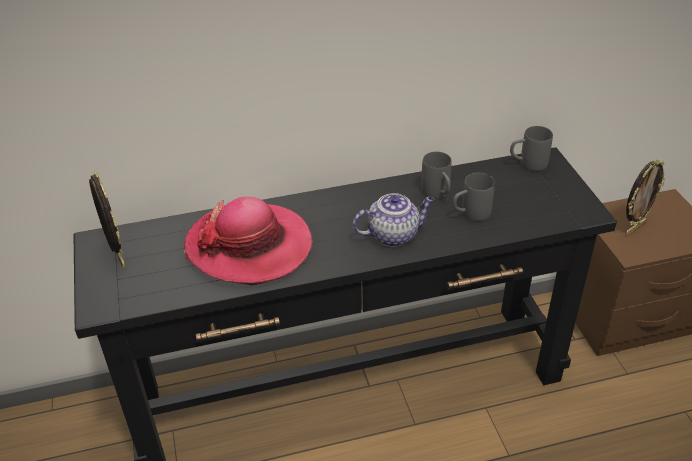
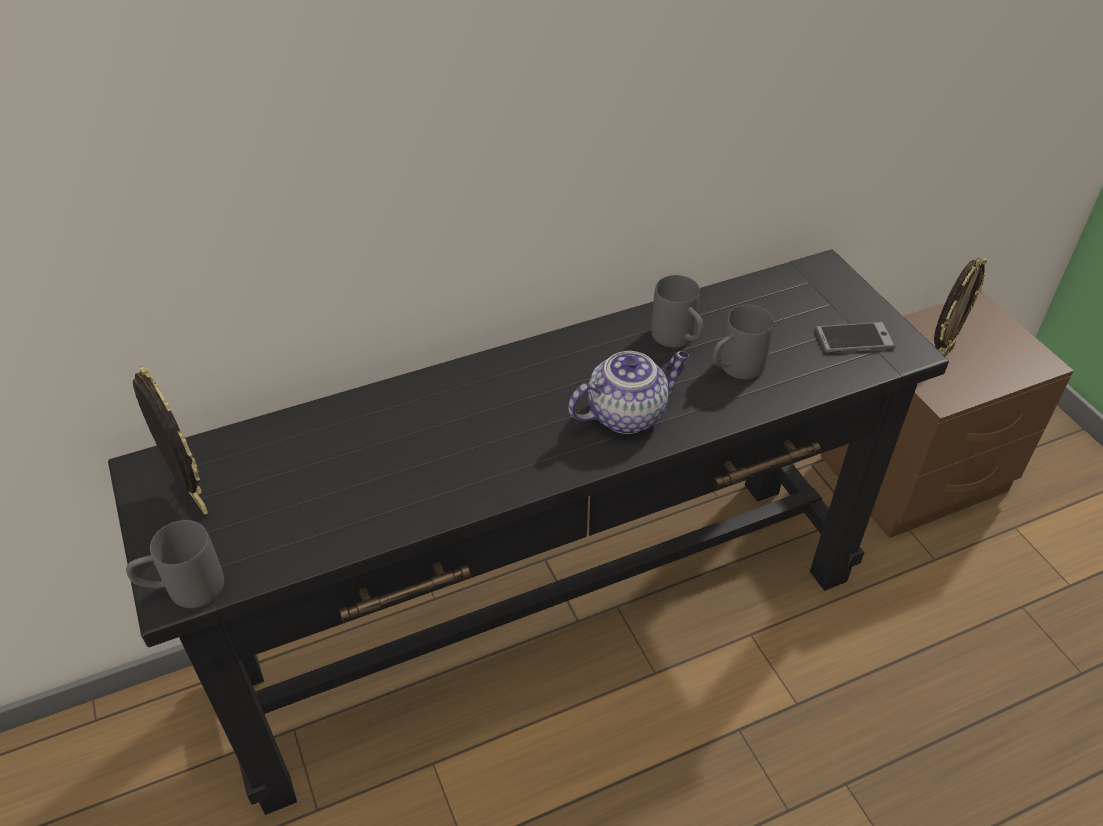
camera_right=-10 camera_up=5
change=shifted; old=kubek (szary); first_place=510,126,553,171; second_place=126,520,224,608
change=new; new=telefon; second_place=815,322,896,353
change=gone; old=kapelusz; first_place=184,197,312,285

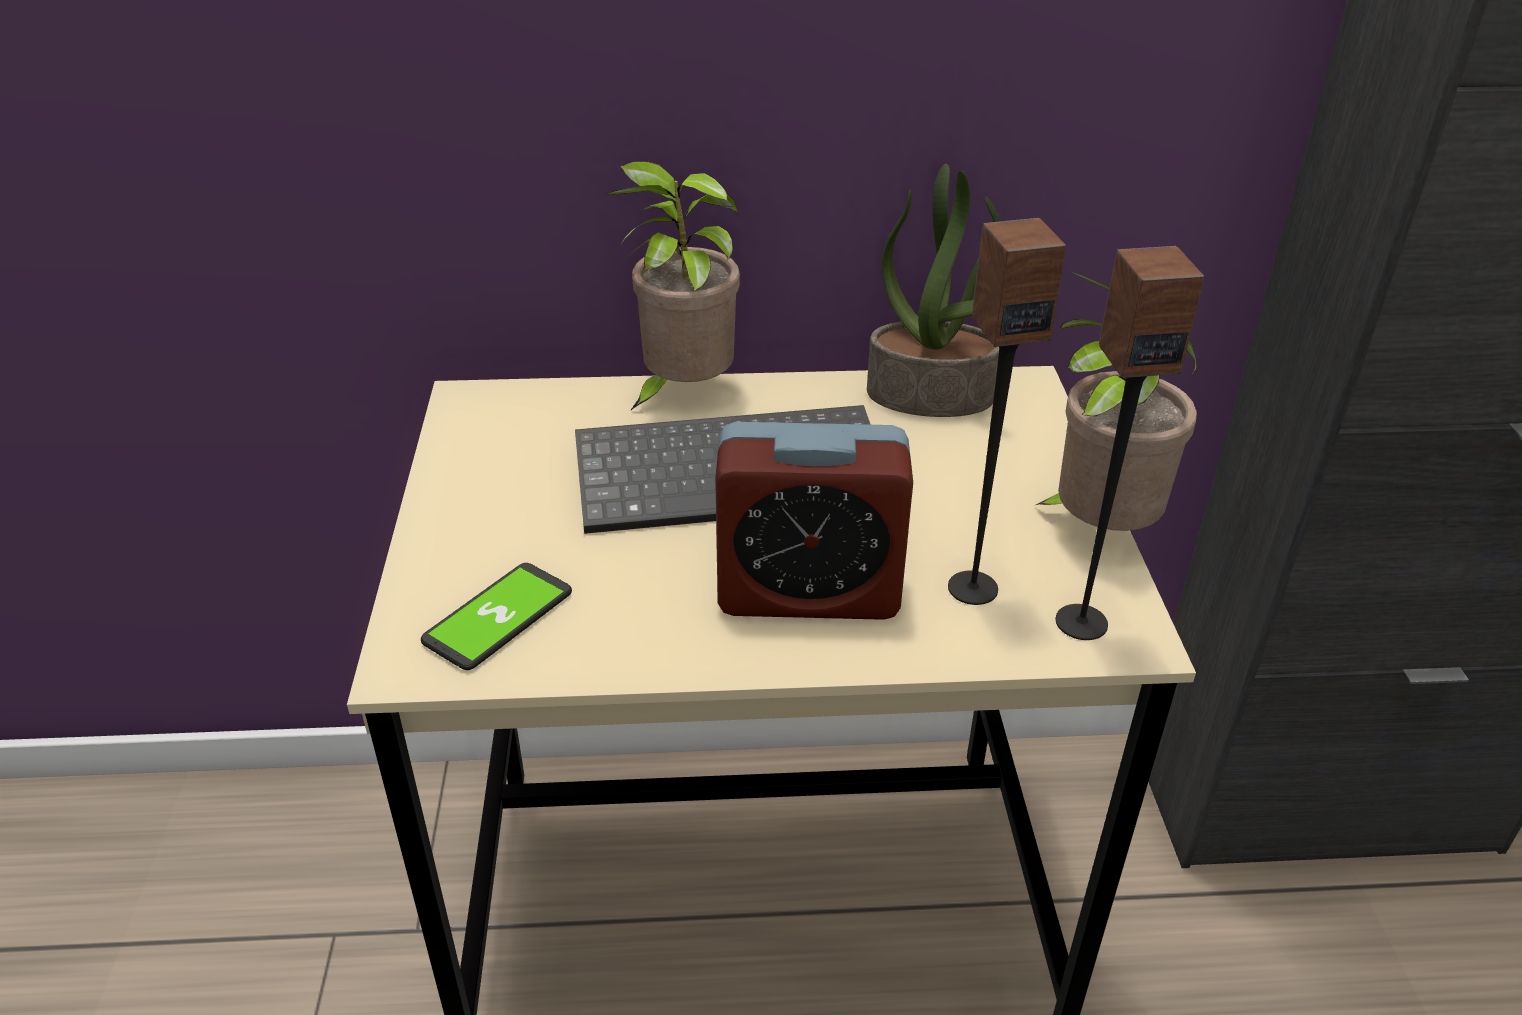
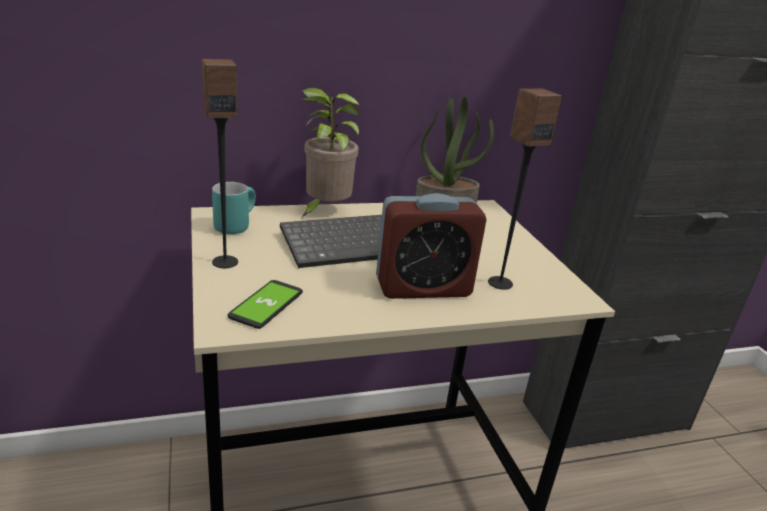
camera_right=-15 camera_up=-10
change=shifted; old=głośnik; first_place=1056,246,1204,640; second_place=202,59,238,268
change=new; new=kubek (turkusowy); second_place=212,182,256,234
change=gone; old=roślina doniczkowa; first_place=1036,271,1197,531

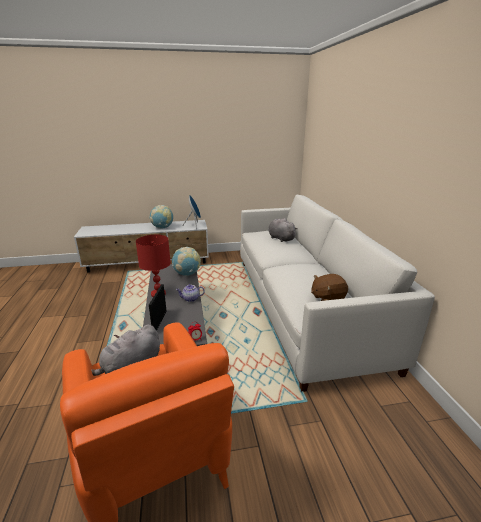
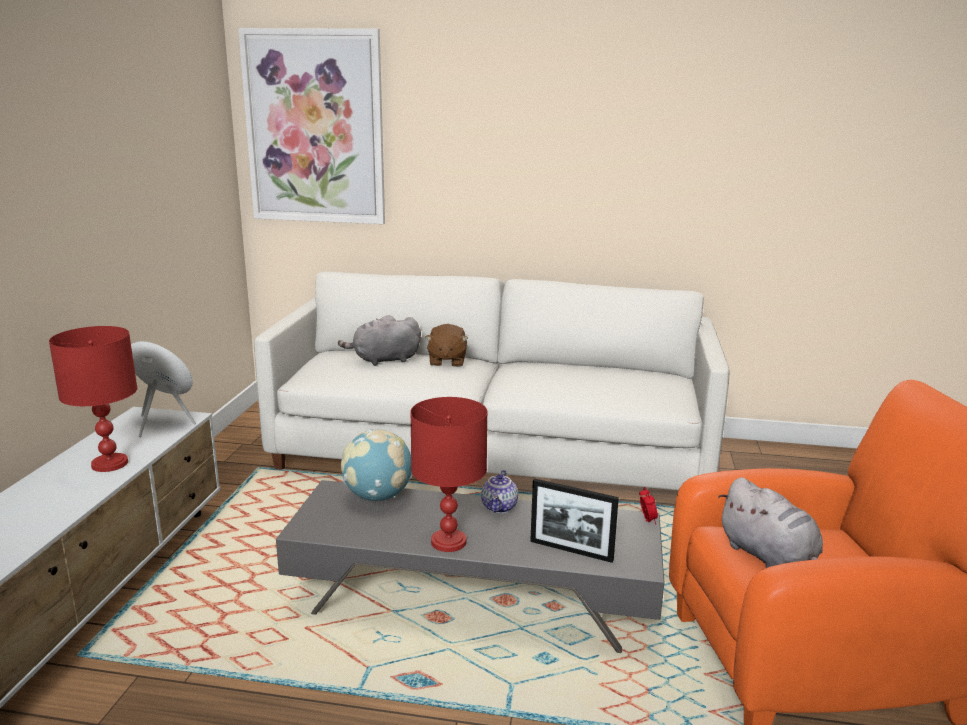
camera_right=-70 camera_up=-5
change=swapped; old=globus; new=lampa stołowa (czerwony); first_place=149,205,173,229; second_place=49,326,137,472
change=new; new=obraz; second_place=238,28,385,224
change=shifted; old=pluszak (brązowy); first_place=311,274,348,301; second_place=425,324,468,367

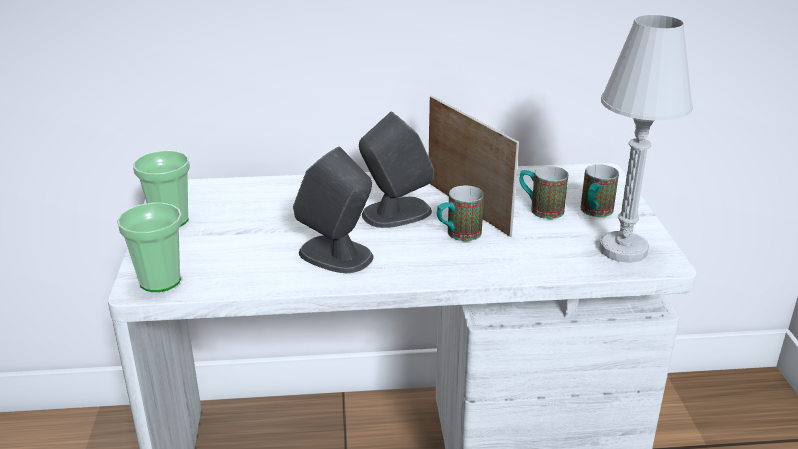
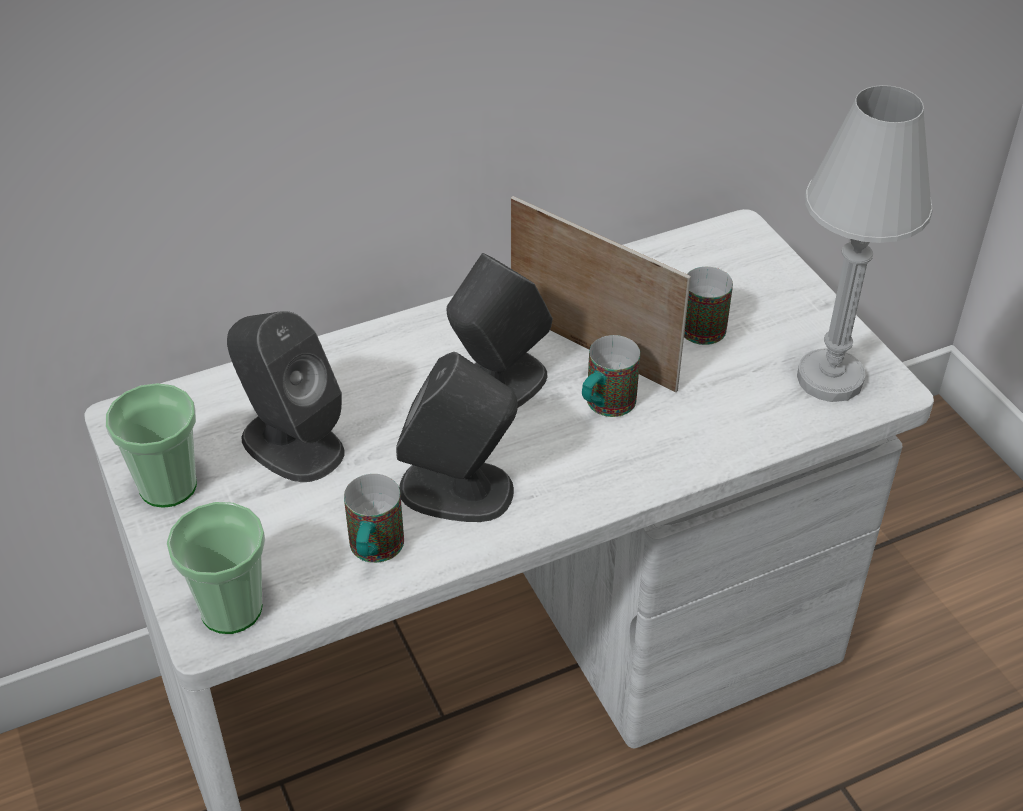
camera_right=-20 camera_up=15
change=new; new=głośnik (szary); second_place=227,311,345,482
change=shifted; old=kubek; first_place=581,164,619,217; second_place=344,474,404,563

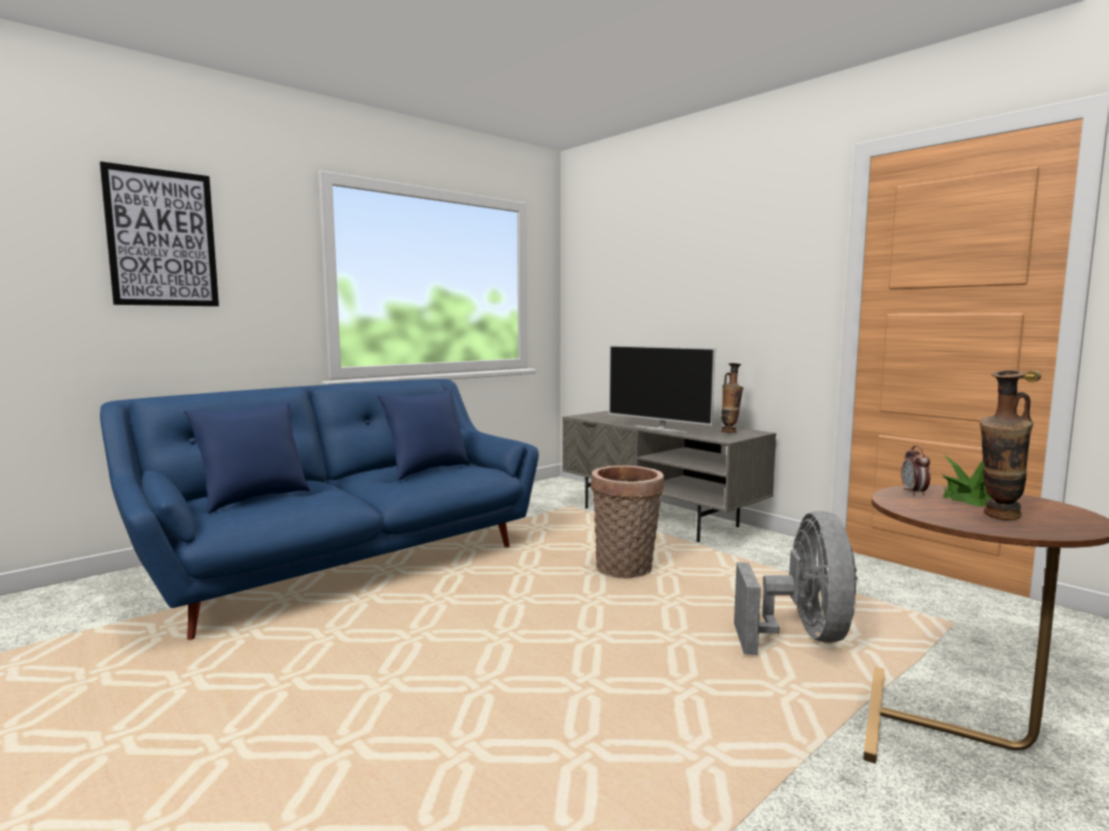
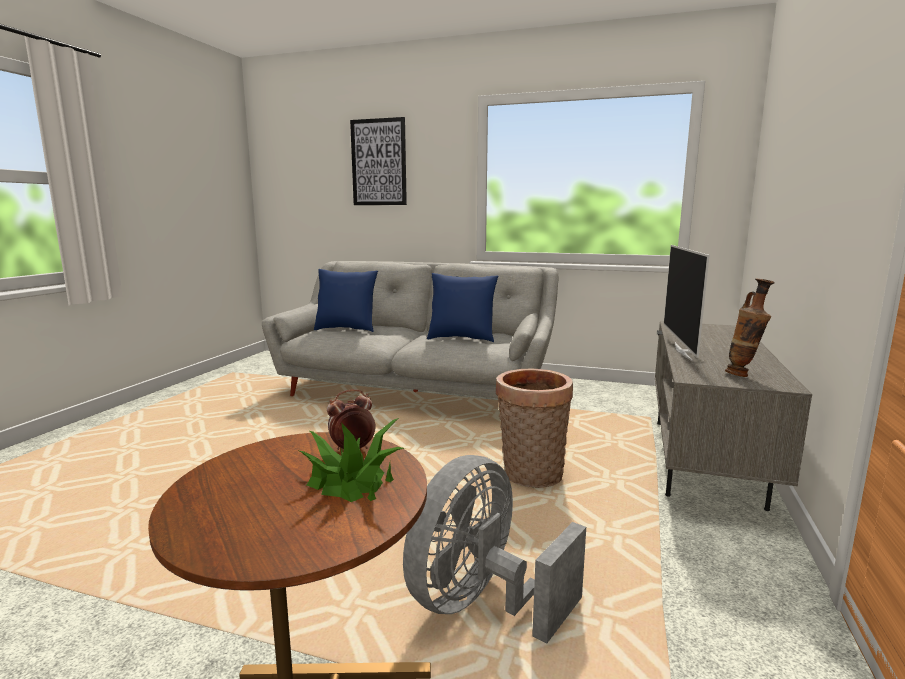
camera_right=60 camera_up=5
change=repainted; old=kanapa (niebieski); new=kanapa (szary); first_place=100,379,539,640; second_place=262,261,558,398
change=rotated; old=wentylator (szary); first_place=734,511,858,655; second_place=403,455,586,644; degrees=150
change=gone; old=wazon; first_place=980,370,1034,520

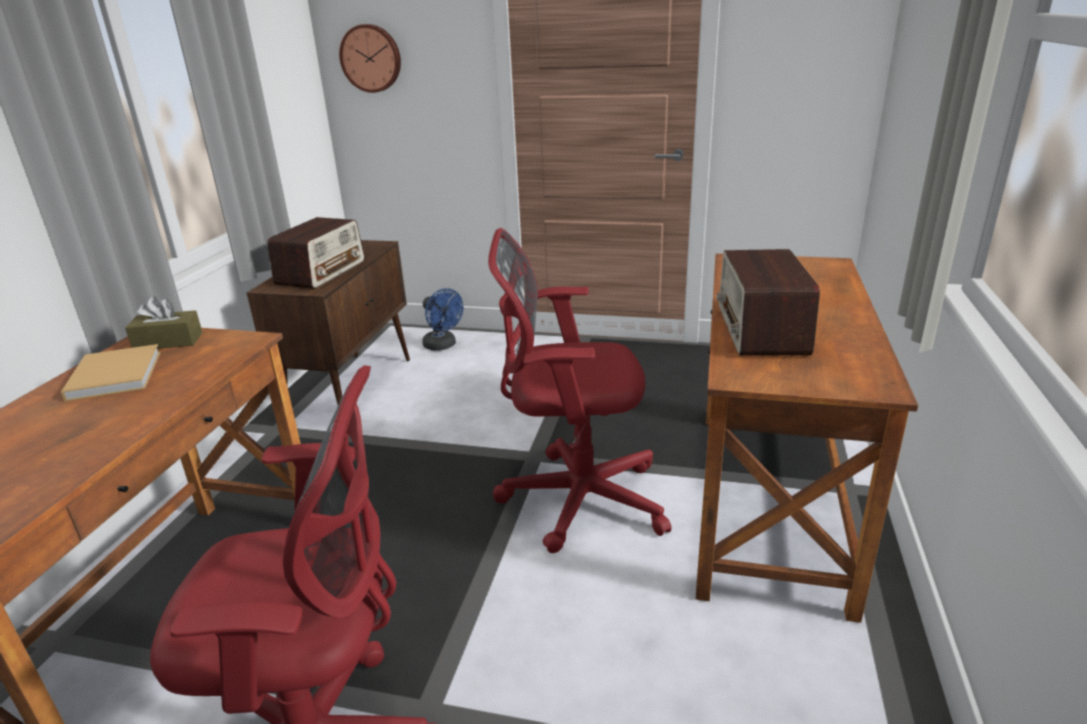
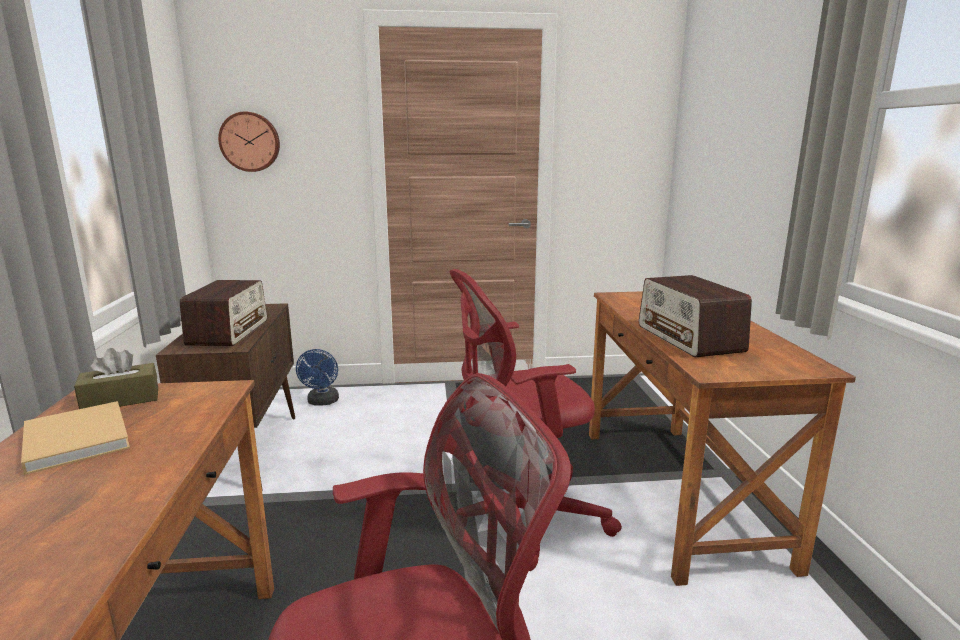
camera_right=-20 camera_up=-10
change=rotated; old=wentylator (niebieski); first_place=422,288,463,351; second_place=296,349,339,406; degrees=60

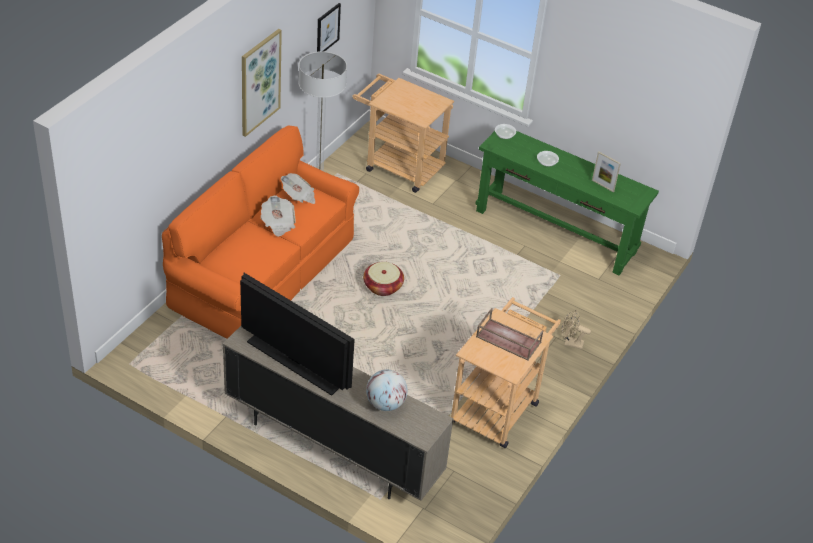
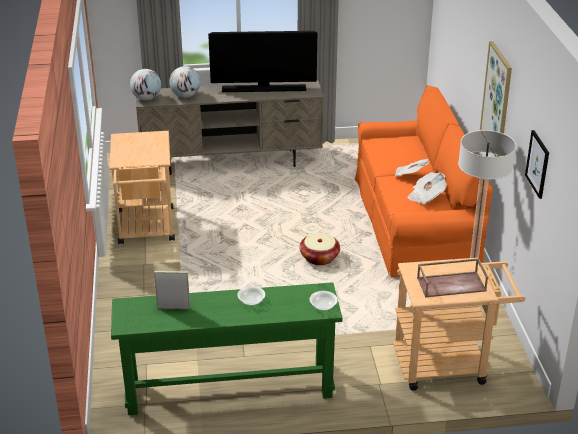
camera_right=145 camera_up=-10
change=new; new=globus; second_place=130,69,161,100
change=shifted; old=taca (brązowy); first_place=476,308,543,361; second_place=417,259,488,297
change=gone; old=wentylator (beżowy); first_place=561,310,591,349

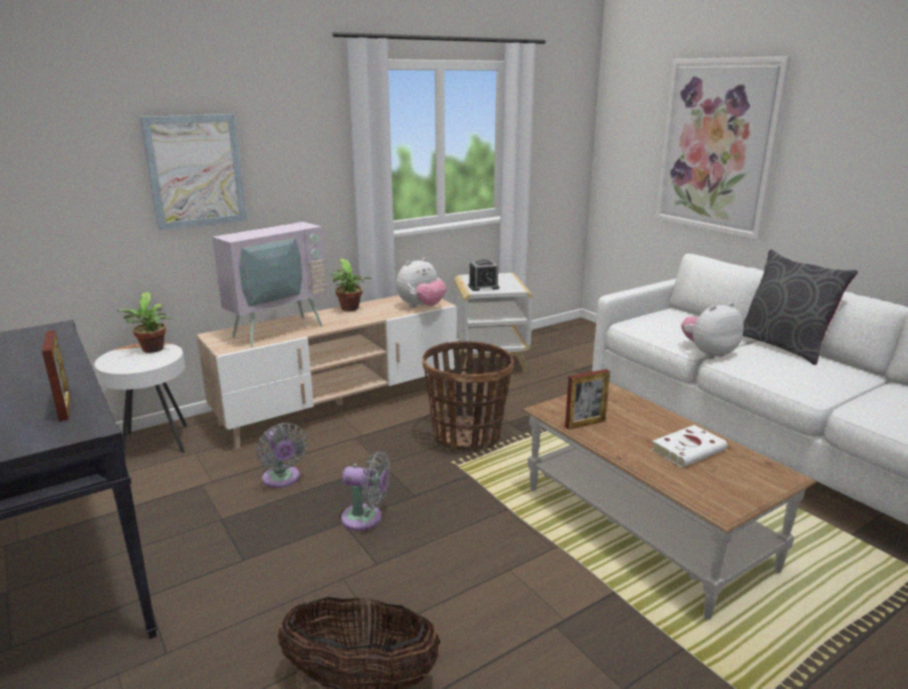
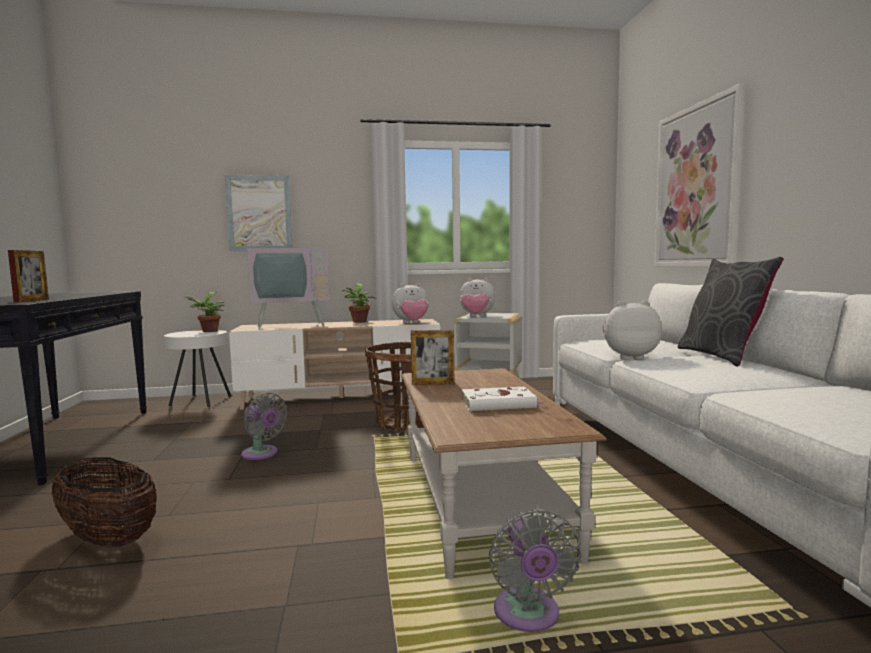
camera_right=25 camera_up=-15
change=swapped; old=budzik; new=pluszak; first_place=468,260,499,291; second_place=460,278,495,316
change=shifted; old=wentylator (szary); first_place=256,423,308,488; second_place=489,509,582,632

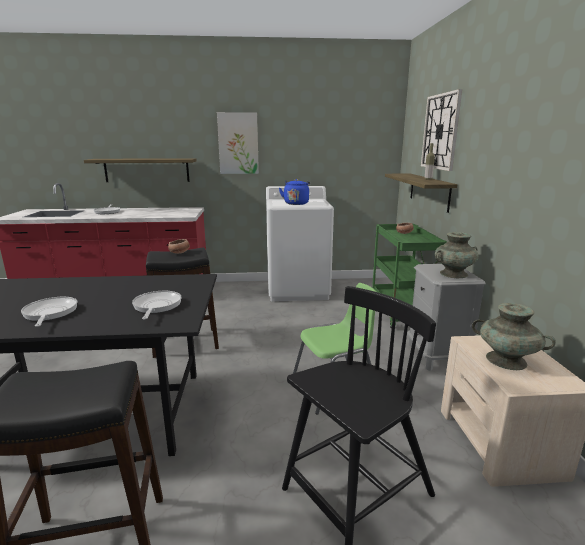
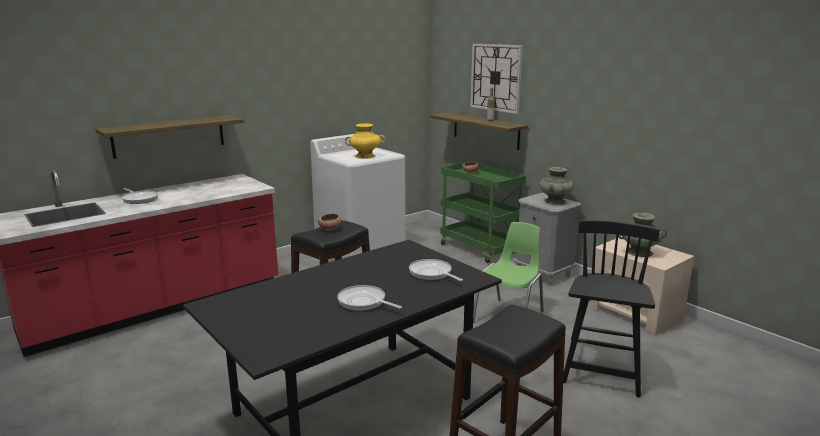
camera_right=-35 camera_up=0
change=swapped; old=czajnik (niebieski); new=wazon (żółty); first_place=279,179,310,205; second_place=345,123,385,159
change=gone; old=obraz; first_place=217,112,259,174

